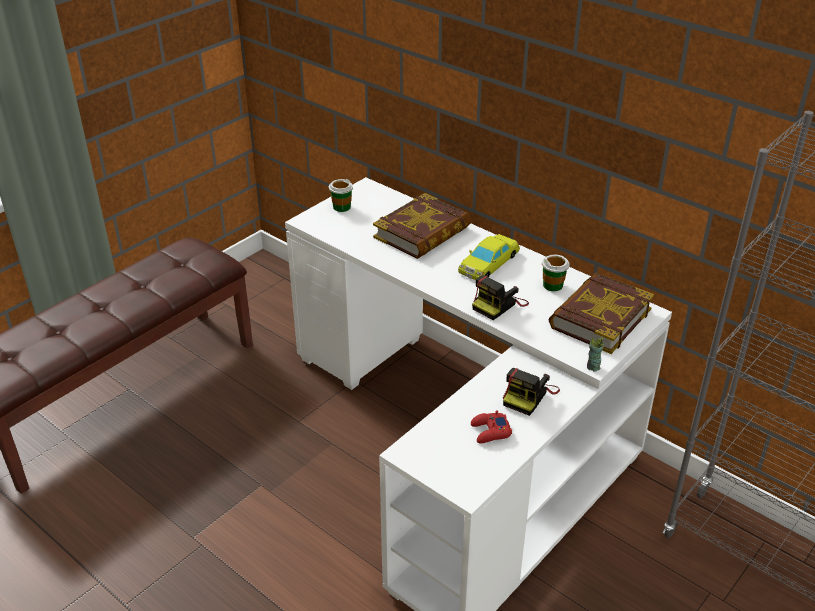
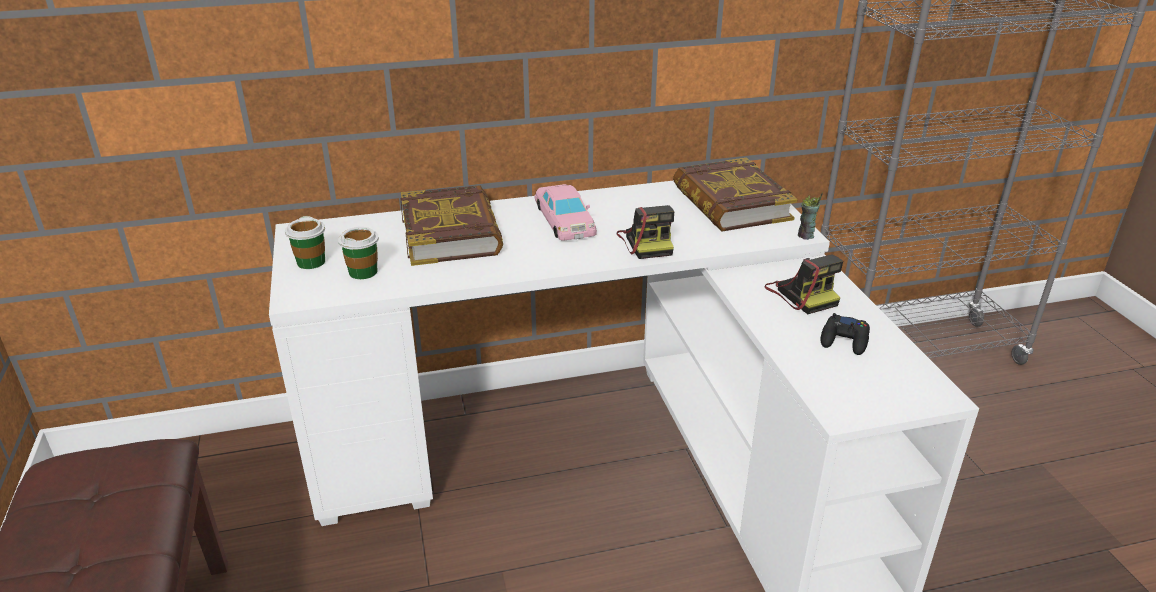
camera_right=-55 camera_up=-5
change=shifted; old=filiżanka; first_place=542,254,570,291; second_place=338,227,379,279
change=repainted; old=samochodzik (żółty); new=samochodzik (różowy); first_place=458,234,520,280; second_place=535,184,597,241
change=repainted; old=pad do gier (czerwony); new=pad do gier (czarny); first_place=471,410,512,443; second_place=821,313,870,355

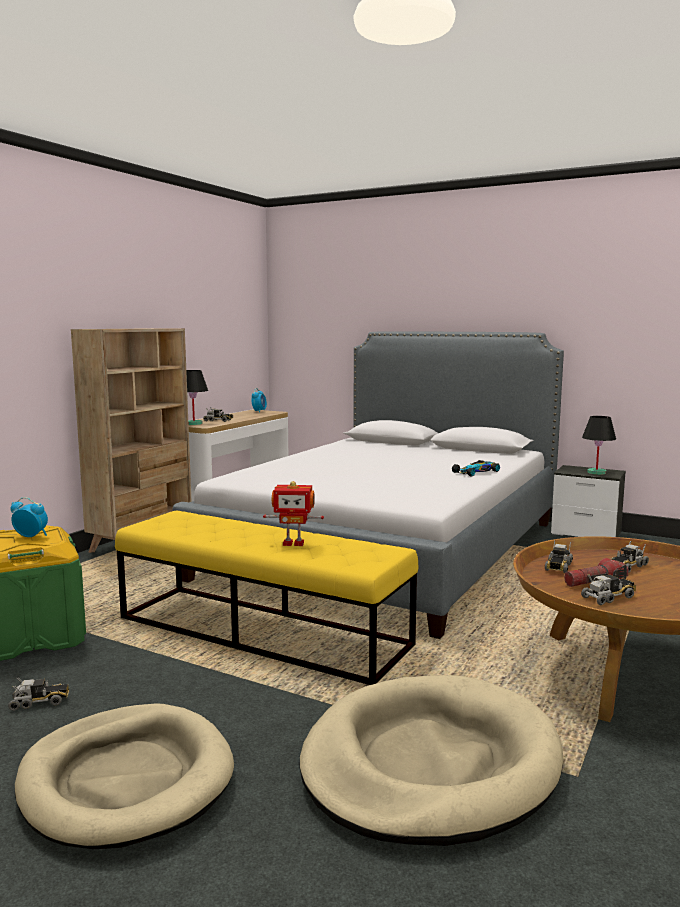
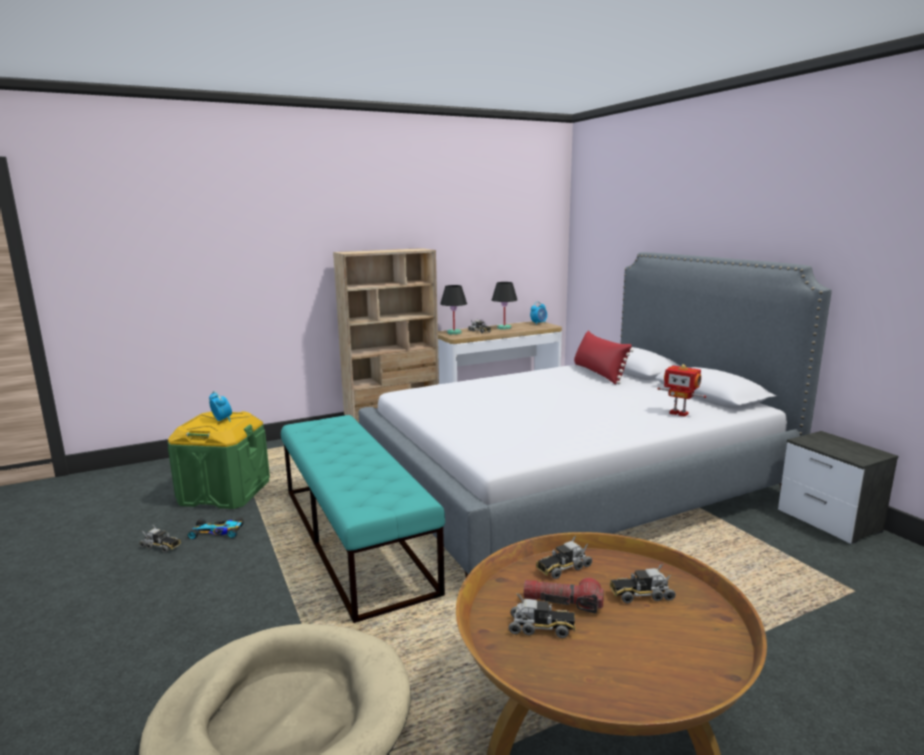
camera_right=35 camera_up=5
change=shifted; old=samochodzik; first_place=452,460,500,477; second_place=187,517,244,539
change=repainted; old=ławka (żółty); new=ławka (turkusowy); first_place=115,510,418,685; second_place=281,415,445,623
change=shifted; old=lampa stołowa (czarny); first_place=582,416,616,475; second_place=492,282,517,330
change=new; new=poduszka (czerwony); second_place=574,331,634,385
change=shifted; old=robot zabawkowy; first_place=263,481,324,546; second_place=657,364,706,417
change=gone; old=legowisko (beżowy); first_place=15,703,234,849

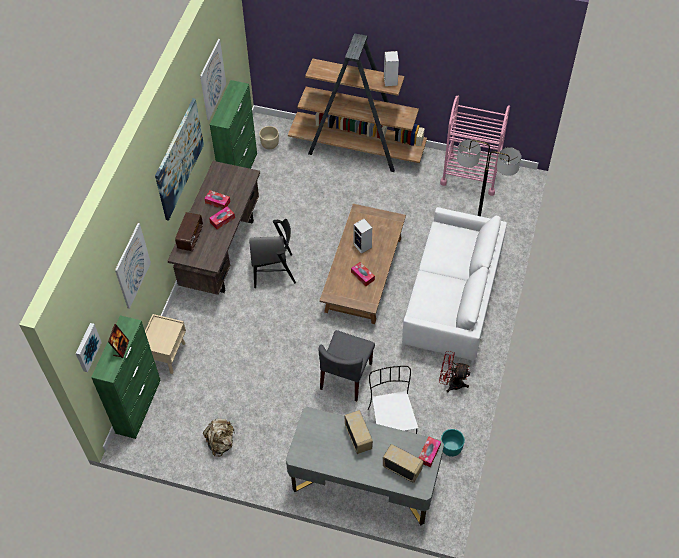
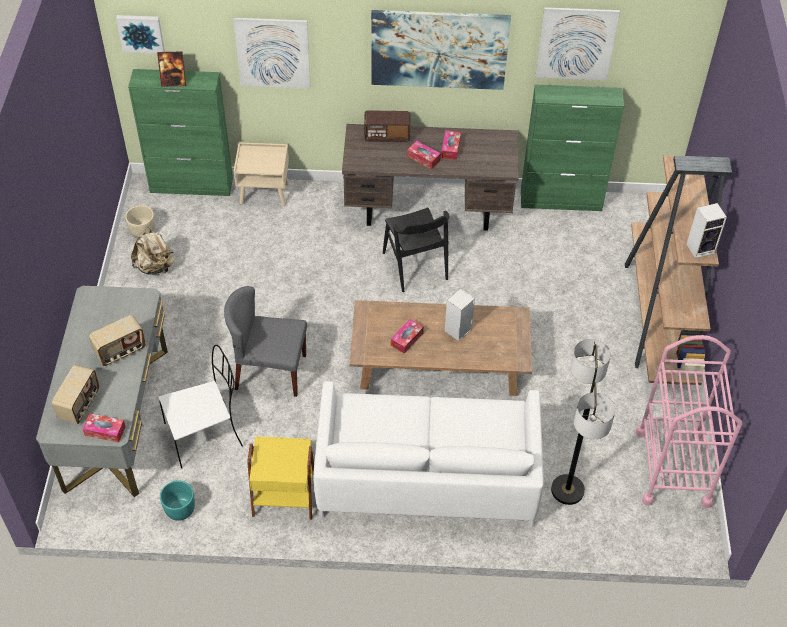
camera_right=75 camera_up=-5
change=shifted; old=donica (beżowy); first_place=259,126,279,149; second_place=125,205,155,239
change=swapped; old=wentylator (czerwony); new=stolik (żółty); first_place=439,351,470,393; second_place=247,436,314,520

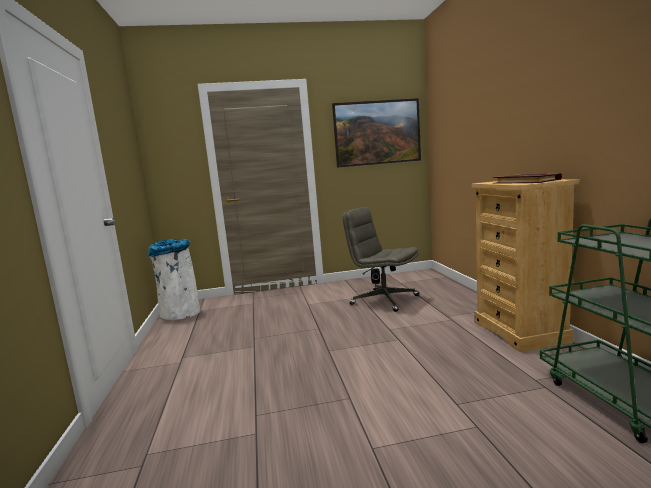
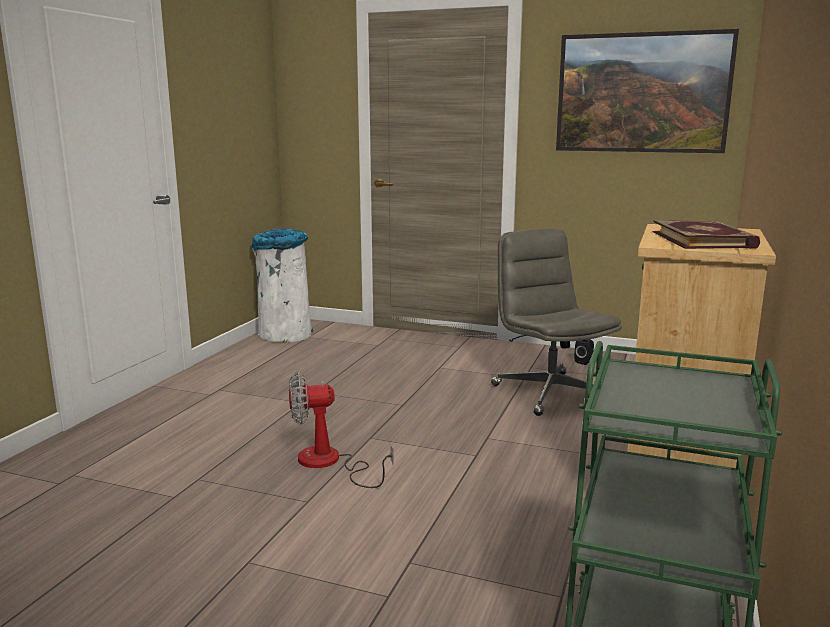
camera_right=30 camera_up=5
change=new; new=wentylator; second_place=289,372,394,488

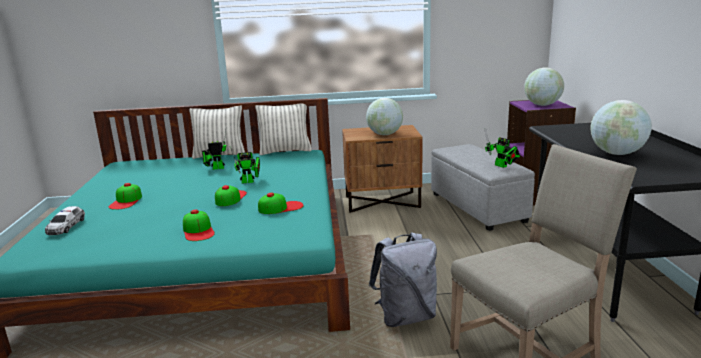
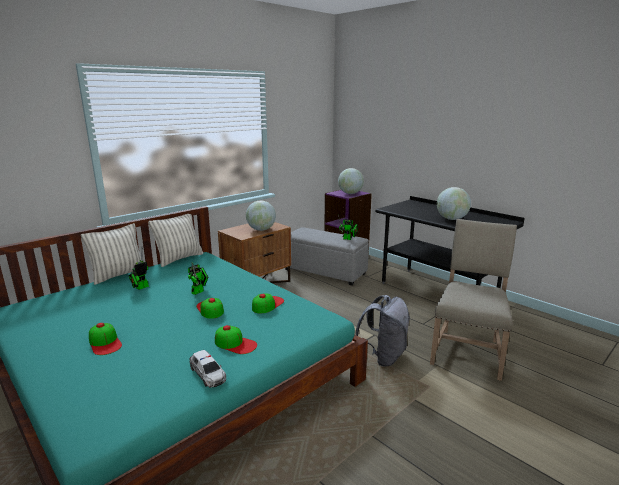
camera_right=-40 camera_up=0
change=shifted; old=samochodzik; first_place=45,206,85,235; second_place=190,350,226,388

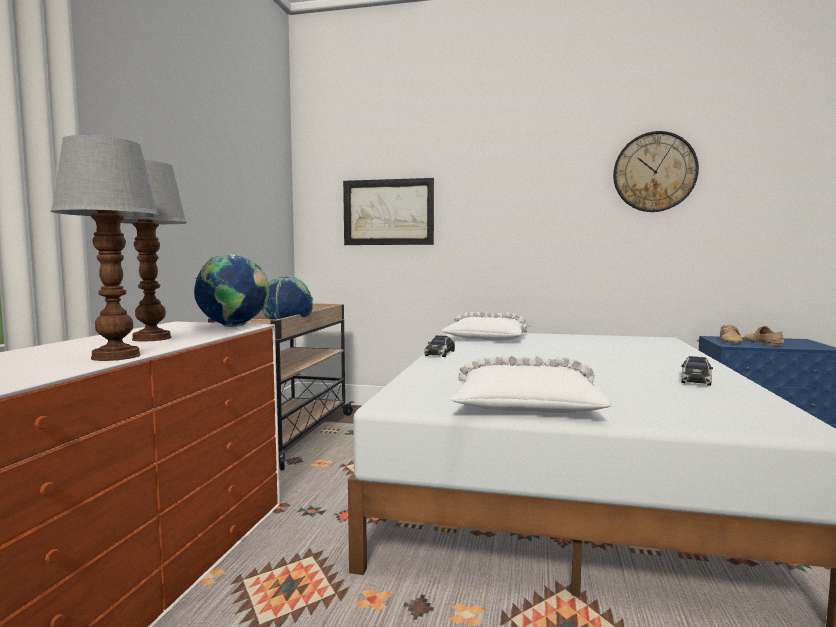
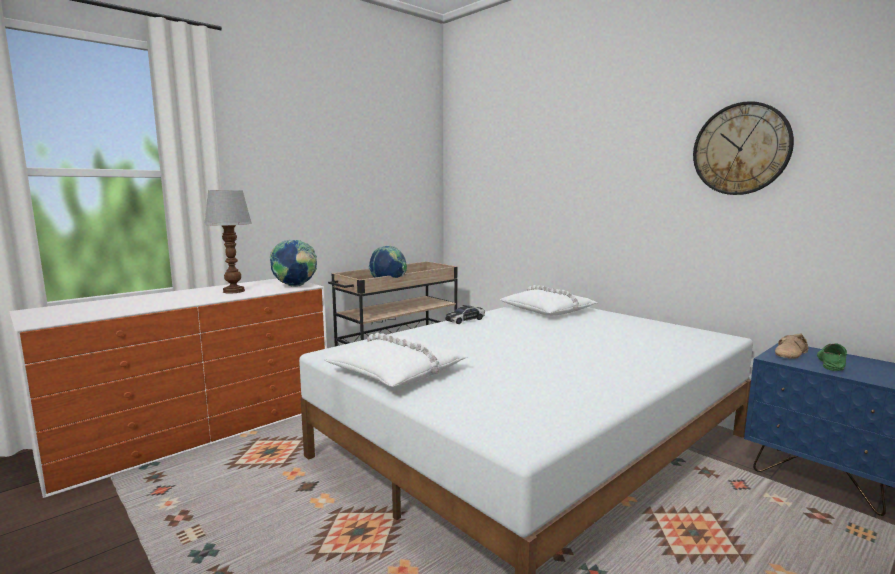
camera_right=35 camera_up=5
change=repainted; old=but (beżowy); new=but (zielony); first_place=744,326,784,346; second_place=817,343,847,371
change=gone; old=lampa stołowa; first_place=51,135,159,361
change=gone; old=obraz; first_place=343,178,434,245
change=gone; old=samochodzik; first_place=681,356,713,386

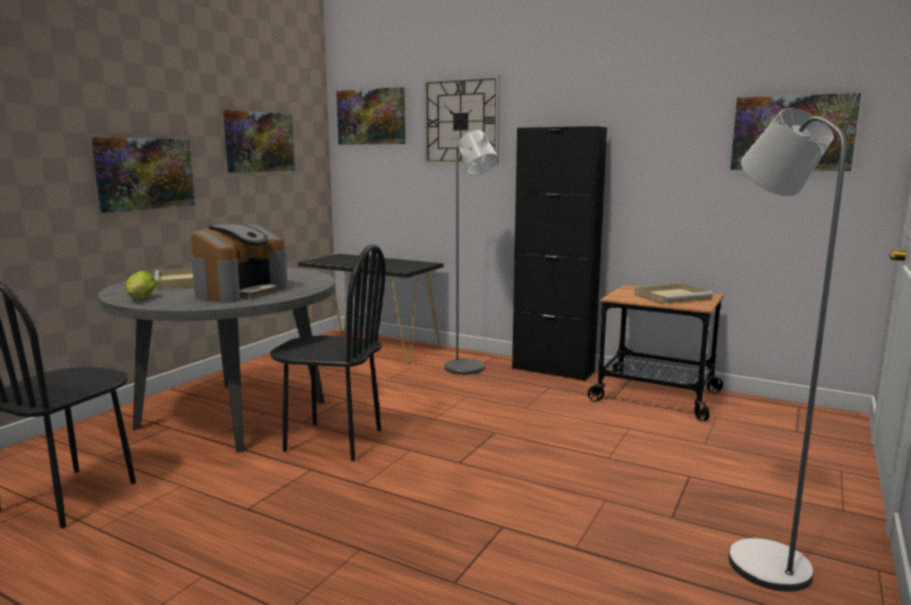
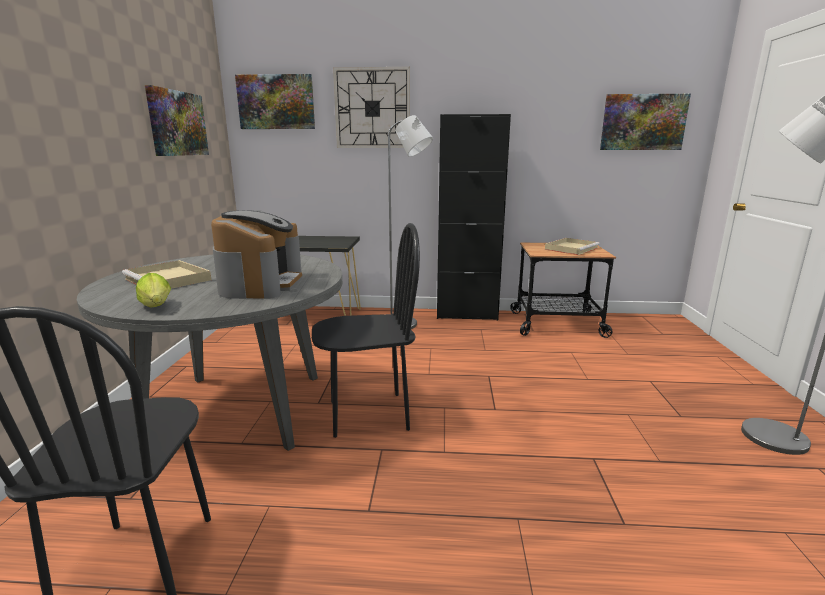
camera_right=-25 camera_up=5
change=gone; old=obraz; first_place=91,137,195,213

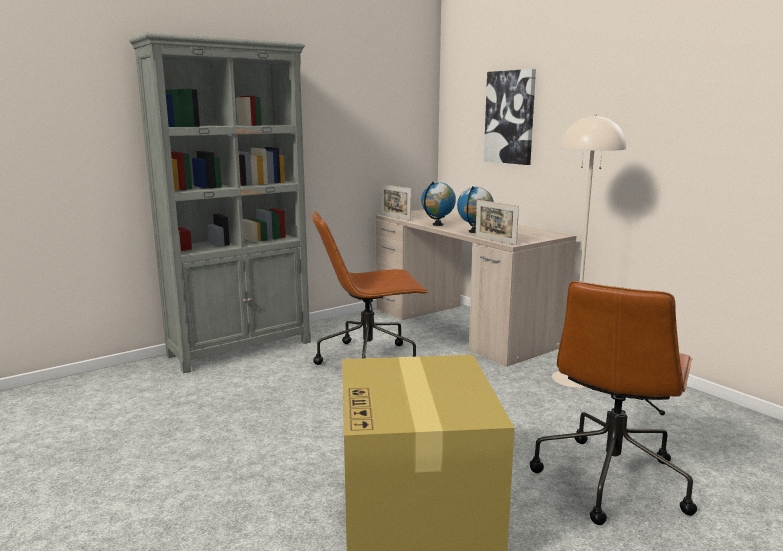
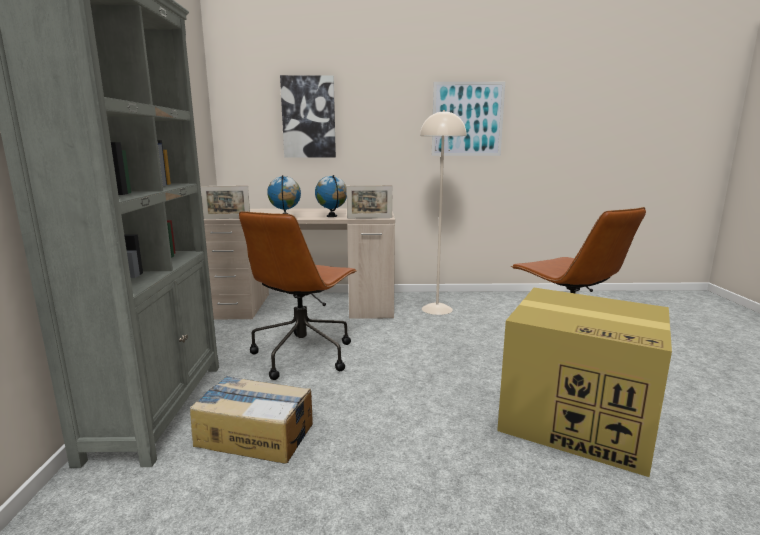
camera_right=-55 camera_up=0
change=new; new=karton; second_place=190,376,313,464
change=new; new=obraz; second_place=432,82,505,156

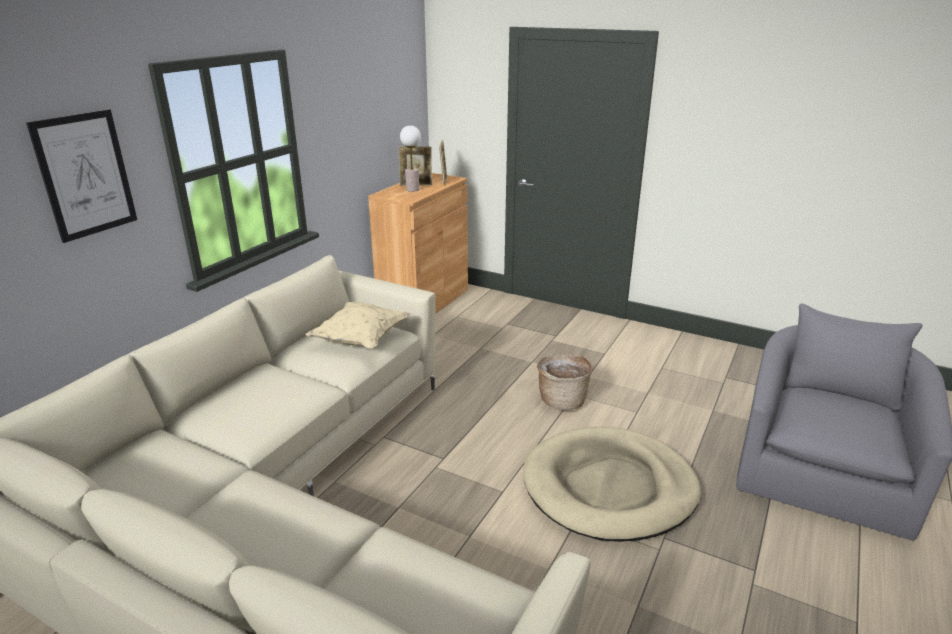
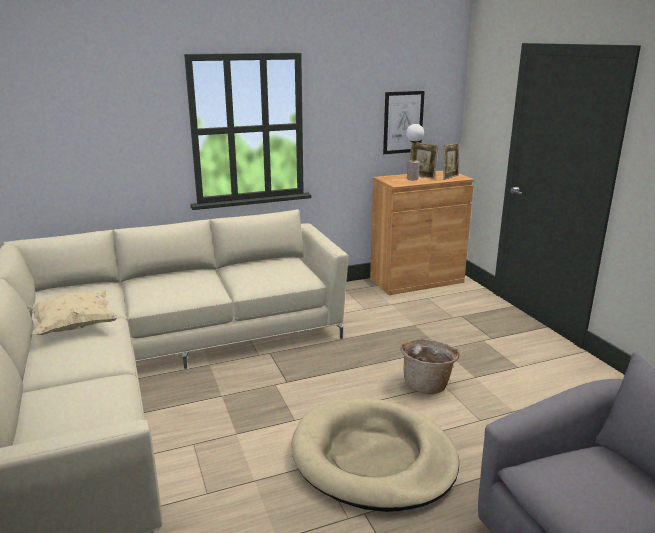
camera_right=40 camera_up=-5
change=shifted; old=poduszka (beżowy); first_place=306,302,411,349; second_place=29,290,118,335
change=shifted; old=obraz; first_place=26,109,137,243; second_place=383,91,425,154

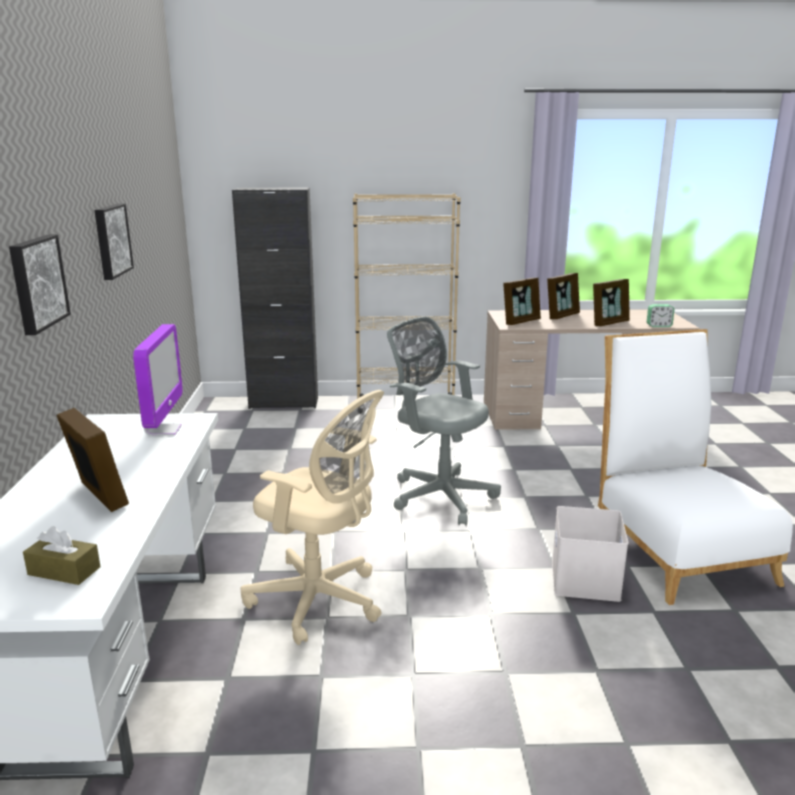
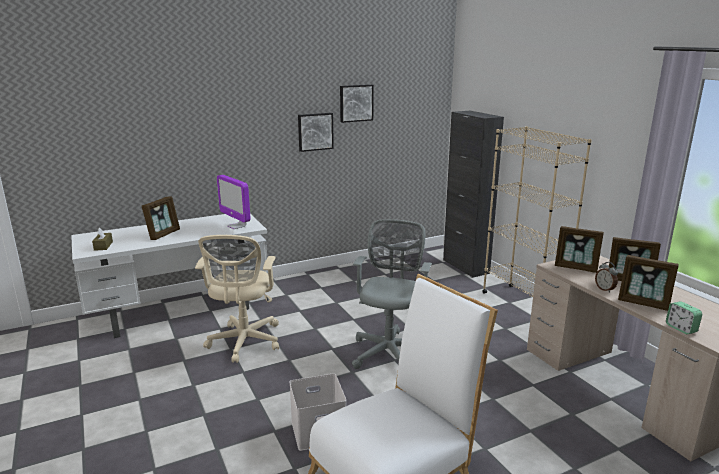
camera_right=65 camera_up=0
change=rotated; old=monitor; first_place=133,324,183,436; second_place=217,175,251,229; degrees=75
change=shifted; old=obraz; first_place=9,234,71,335; second_place=340,85,374,123
change=new; new=budzik; second_place=595,262,618,293

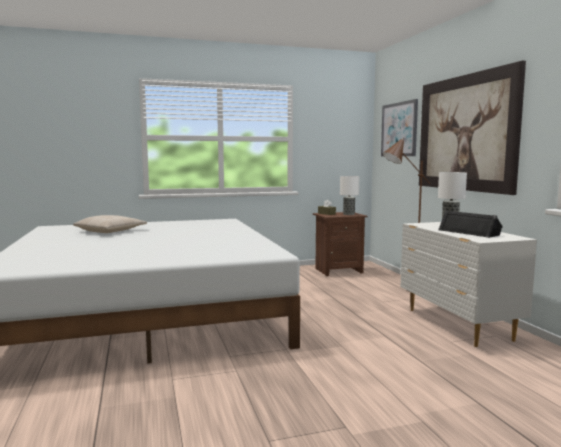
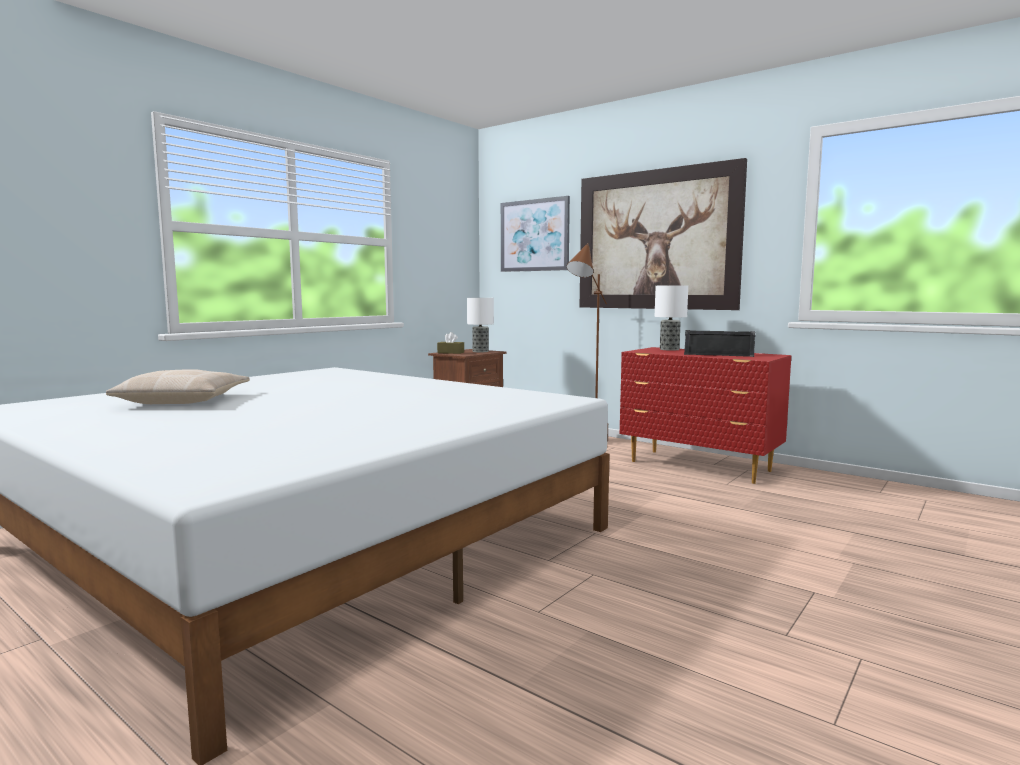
camera_right=-35 camera_up=0
change=repainted; old=komoda (biały); new=komoda (czerwony); first_place=400,222,537,347; second_place=619,347,791,484

